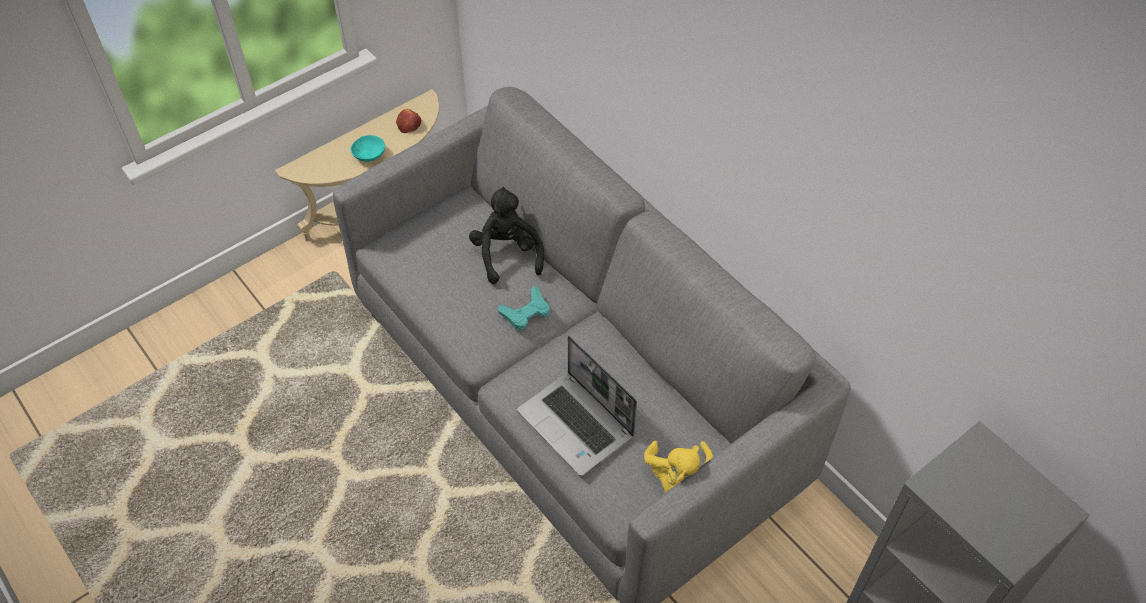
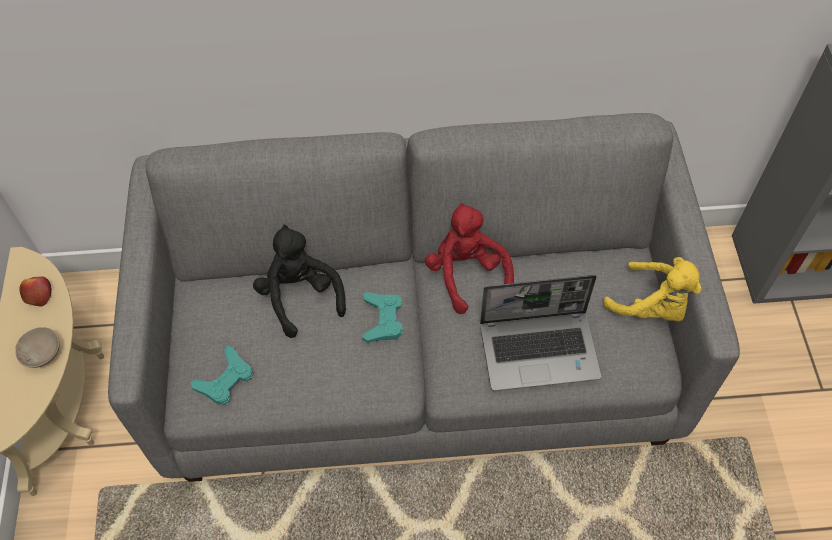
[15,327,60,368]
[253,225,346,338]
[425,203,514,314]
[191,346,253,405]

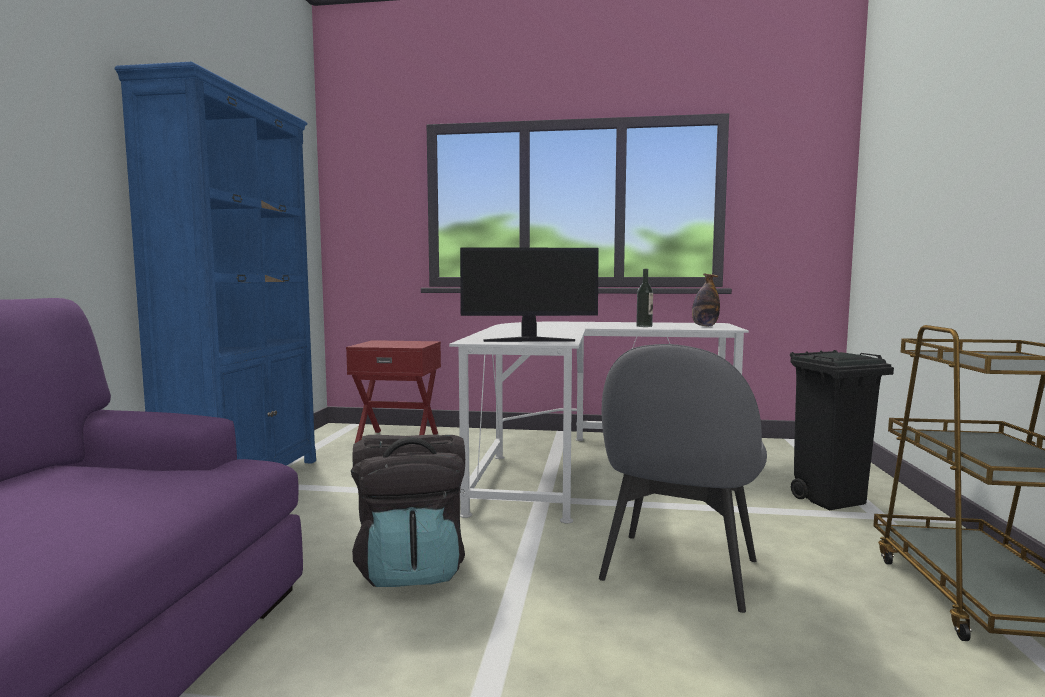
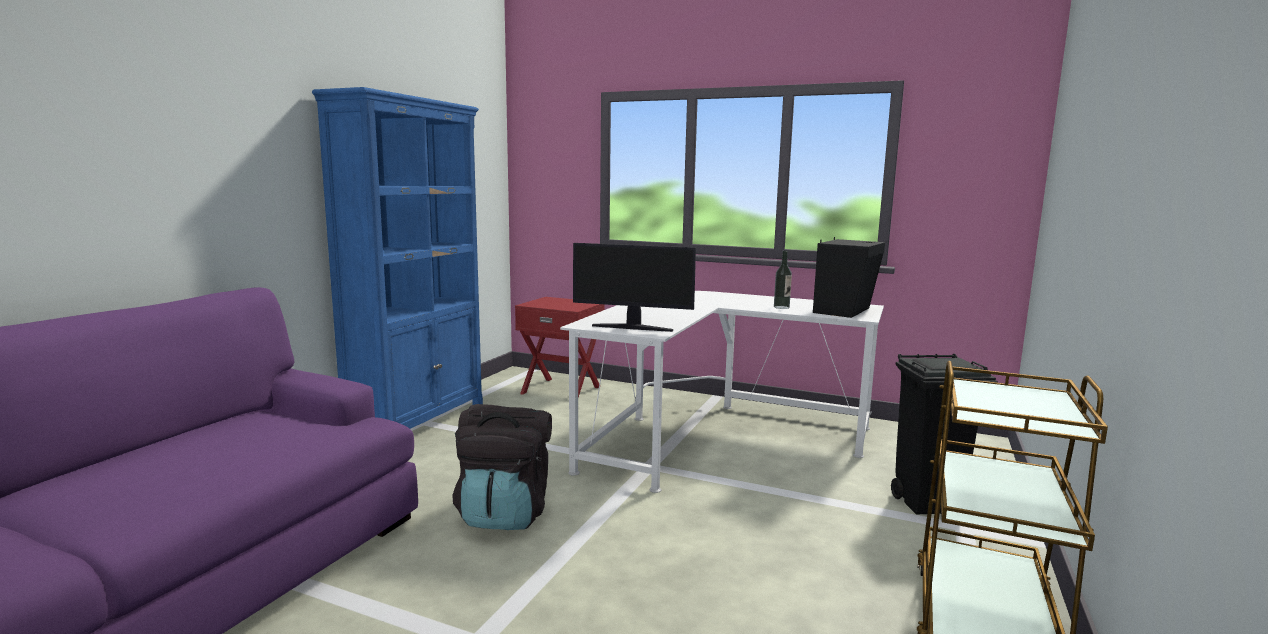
[813,237,885,318]
[599,344,767,613] (first image)

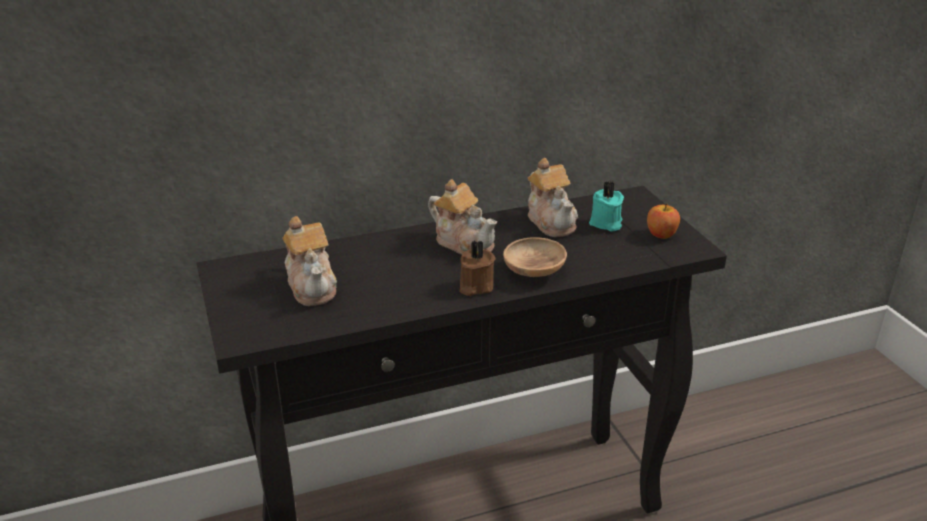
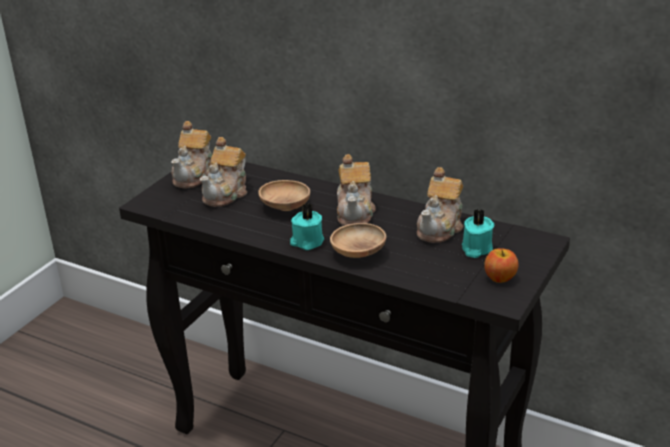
[290,204,324,250]
[171,121,212,189]
[258,180,310,211]

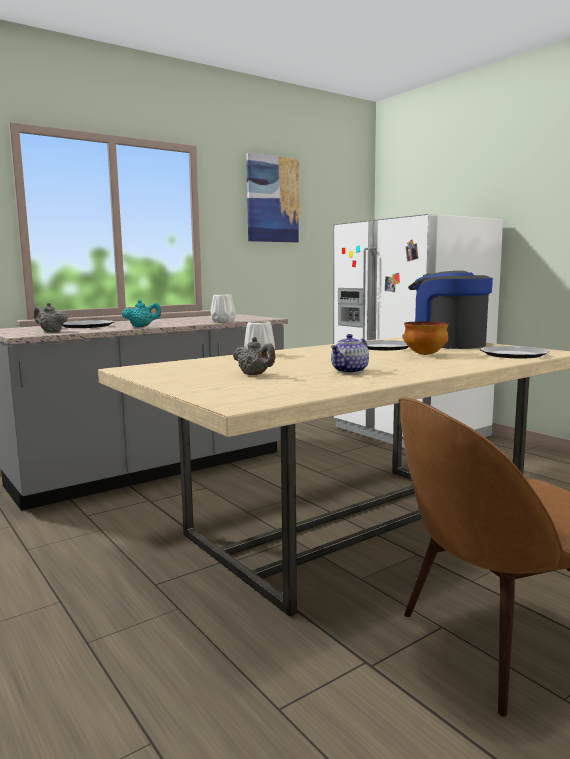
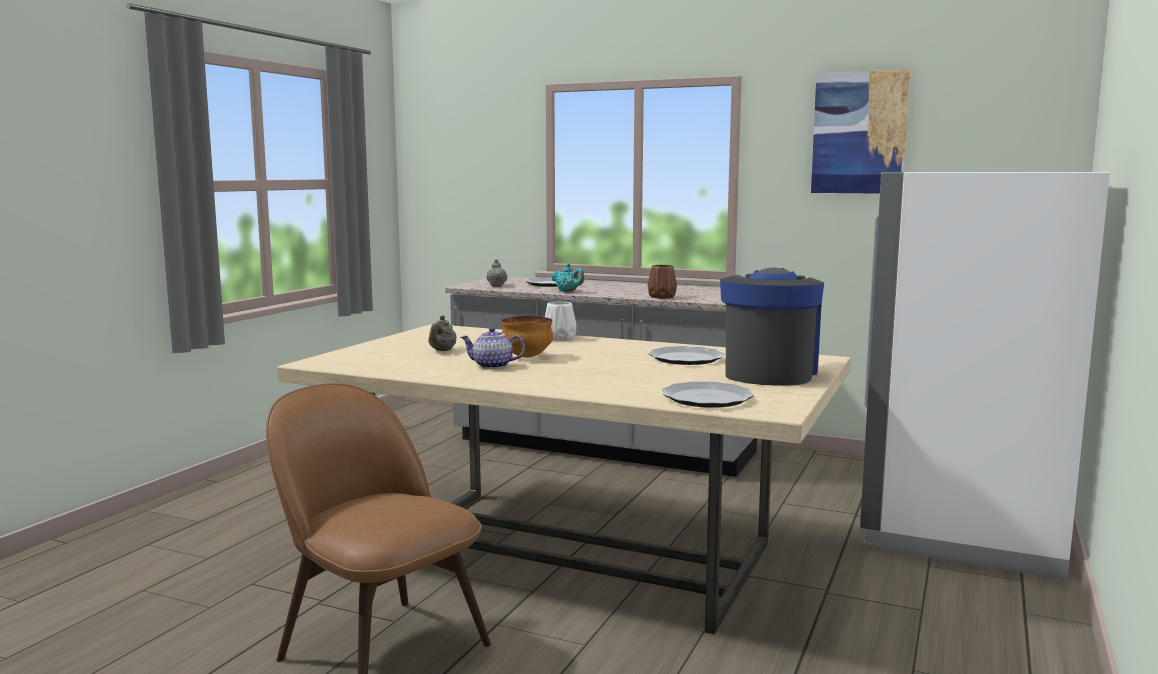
[648,265,677,299]
[501,316,553,357]

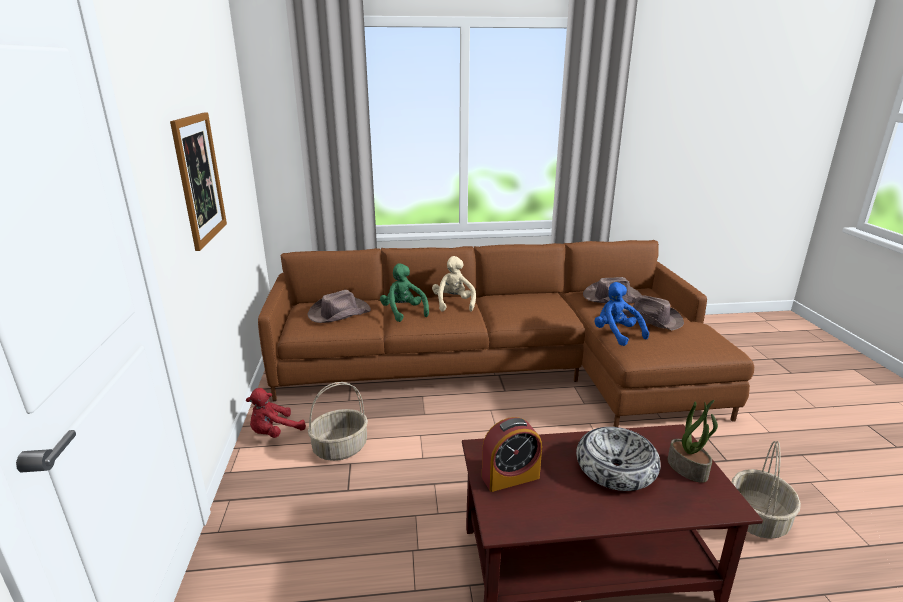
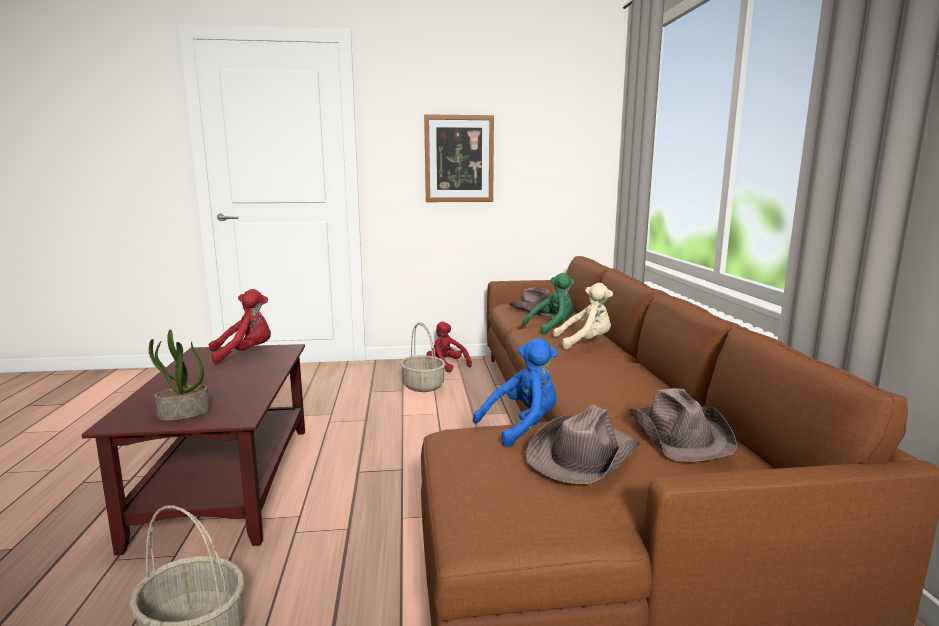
[209,289,271,364]
[576,427,661,491] (first image)

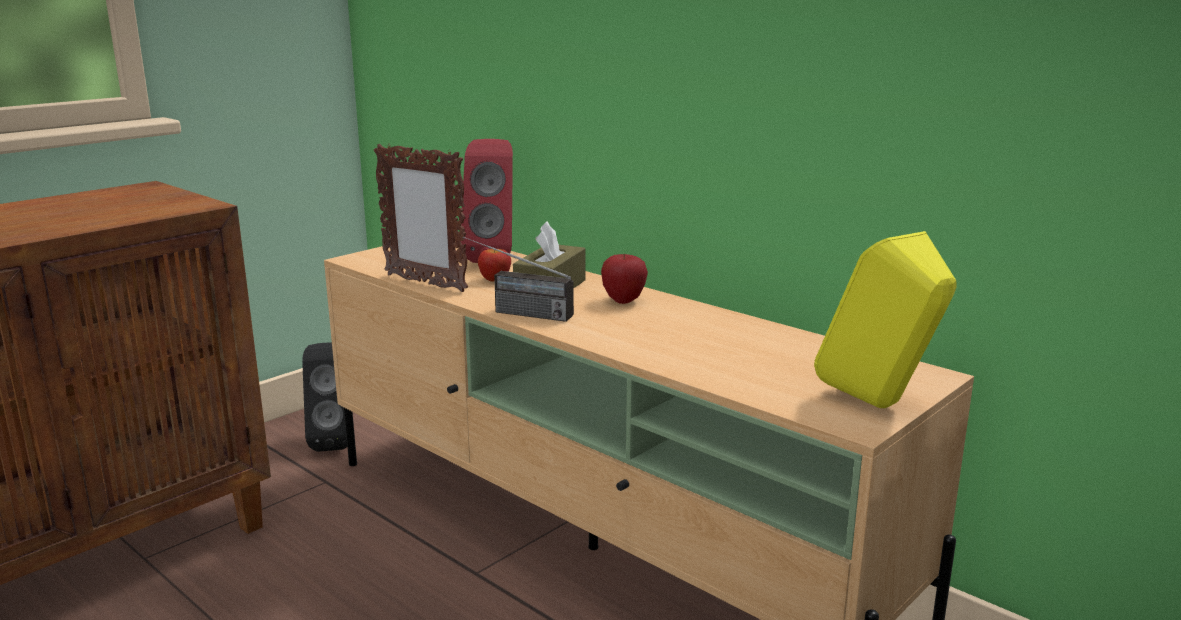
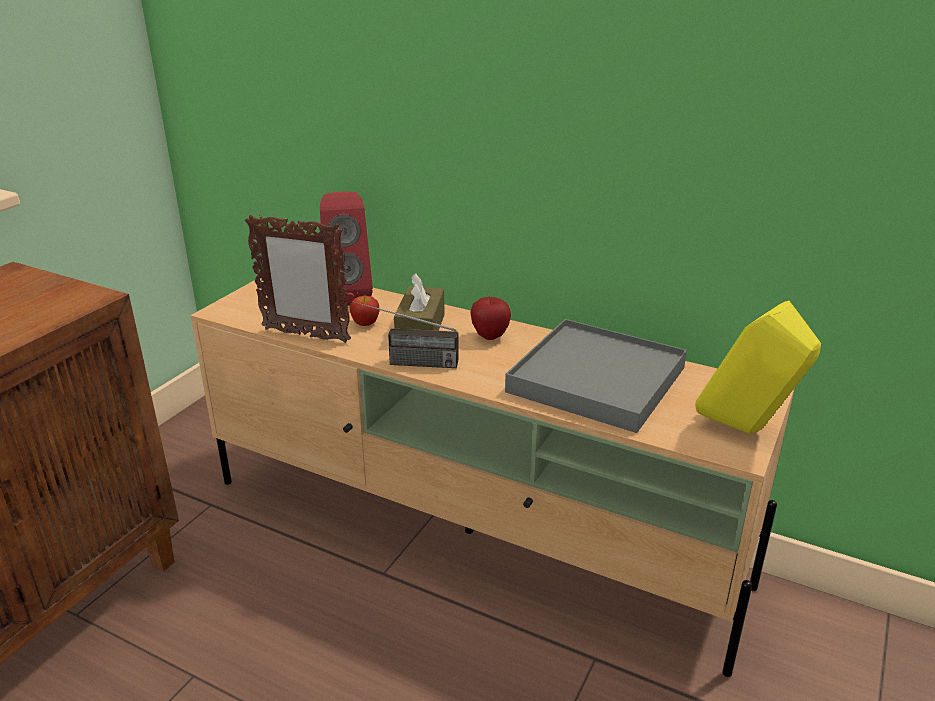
[302,343,347,452] (first image)
[505,319,687,433]

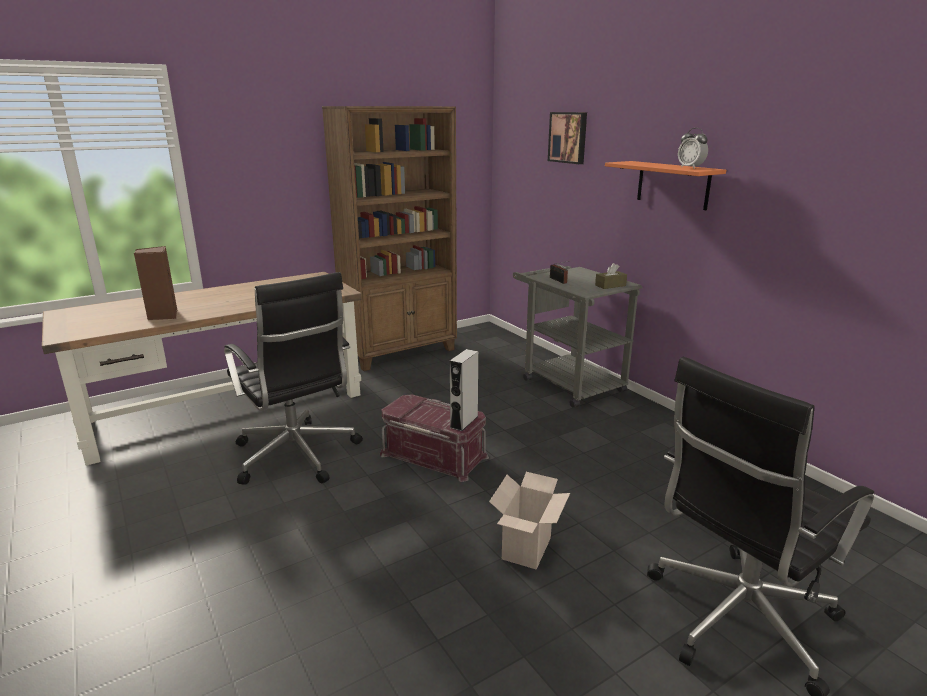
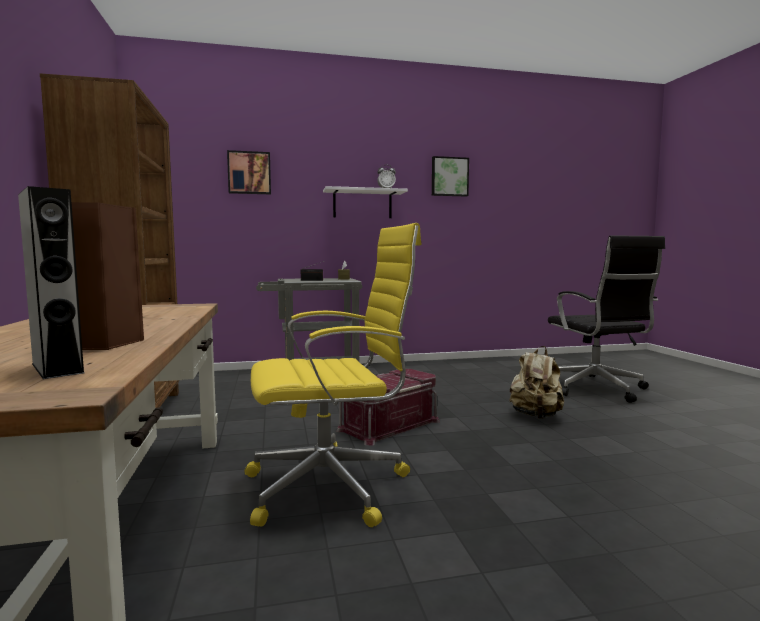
[323,186,408,218]
[244,223,422,527]
[18,186,85,379]
[509,346,564,419]
[432,156,469,197]

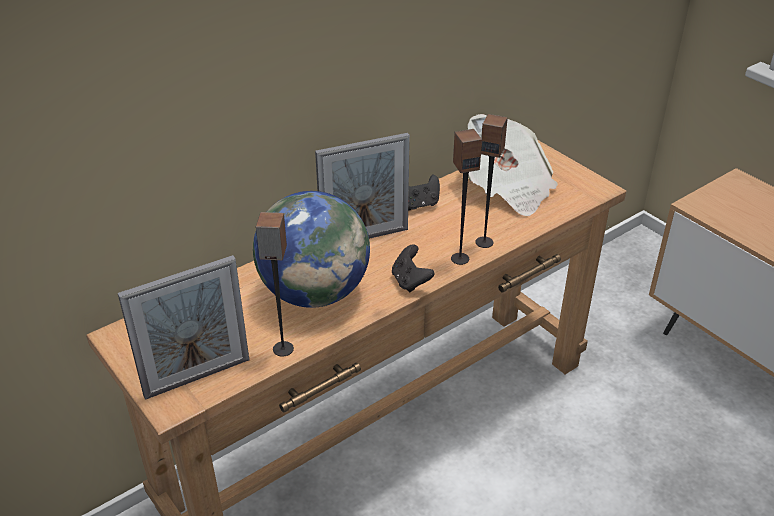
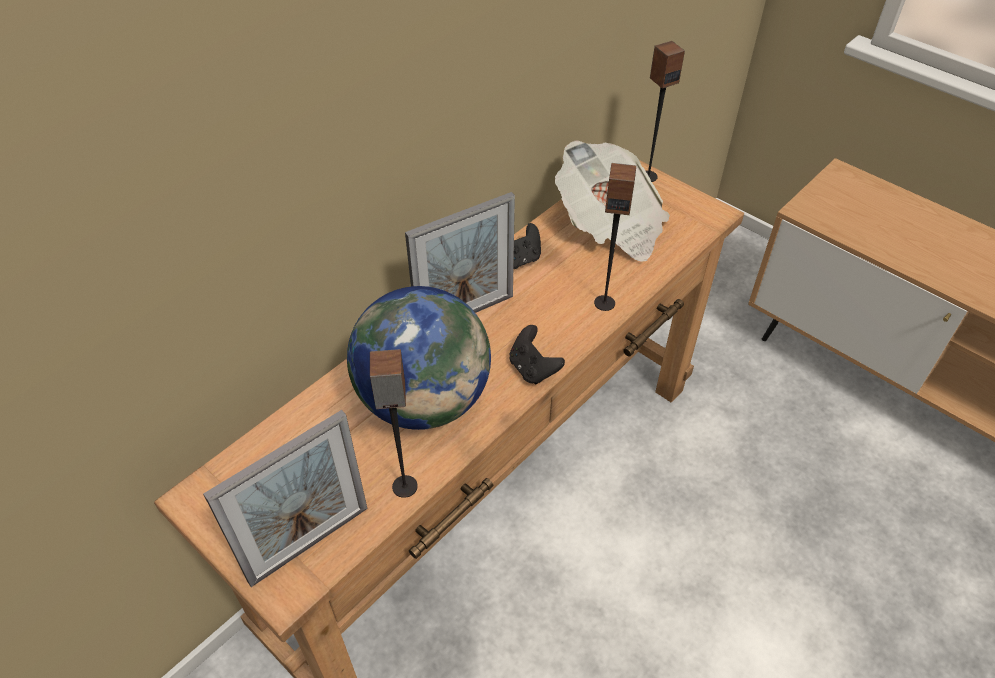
[646,41,685,182]

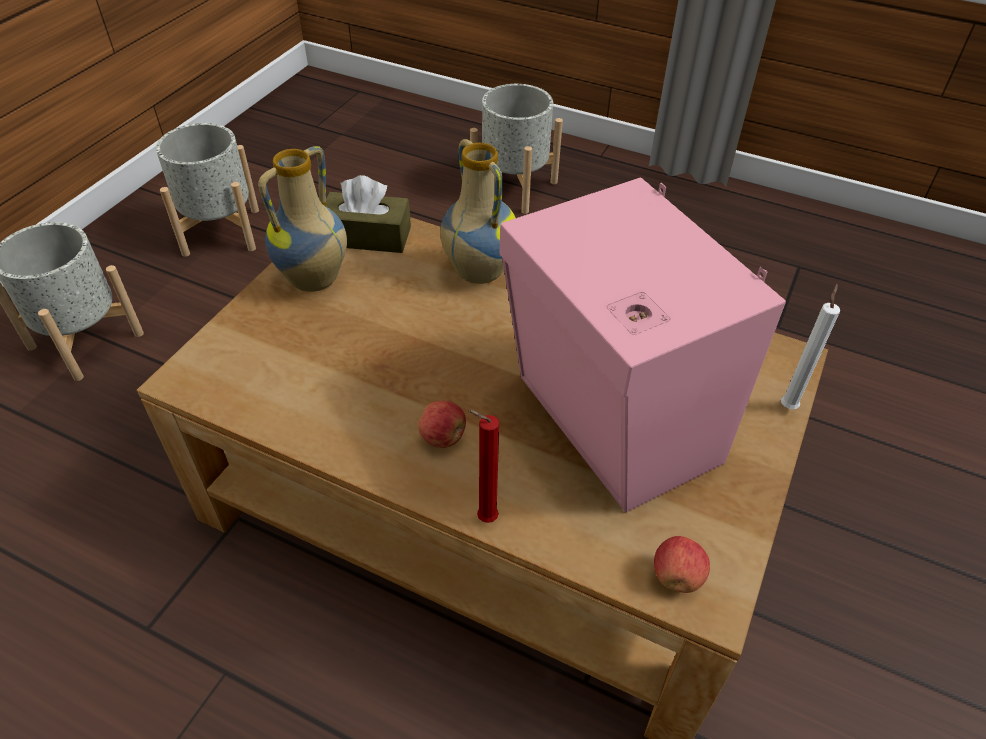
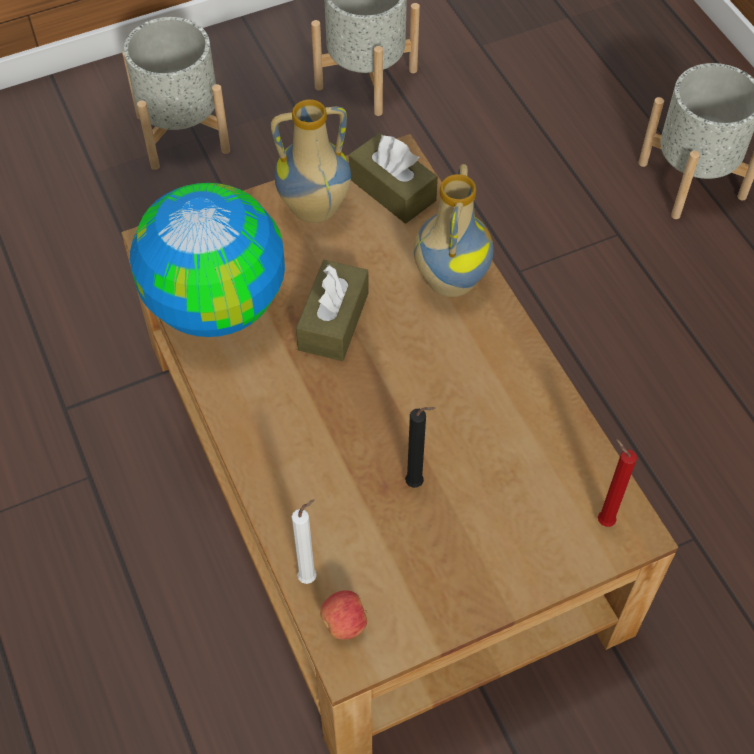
[405,407,436,488]
[292,499,317,584]
[418,401,466,448] (first image)
[598,439,637,527]
[130,183,285,337]
[296,260,369,361]

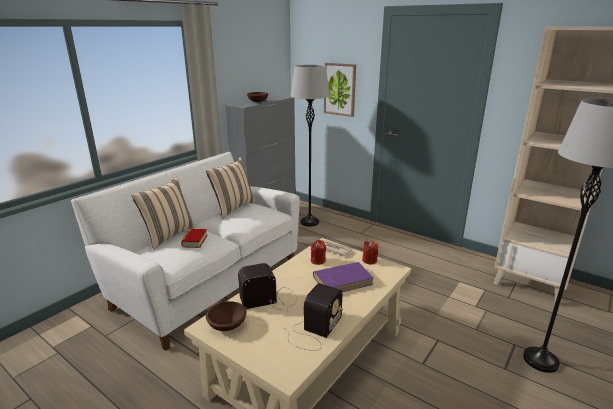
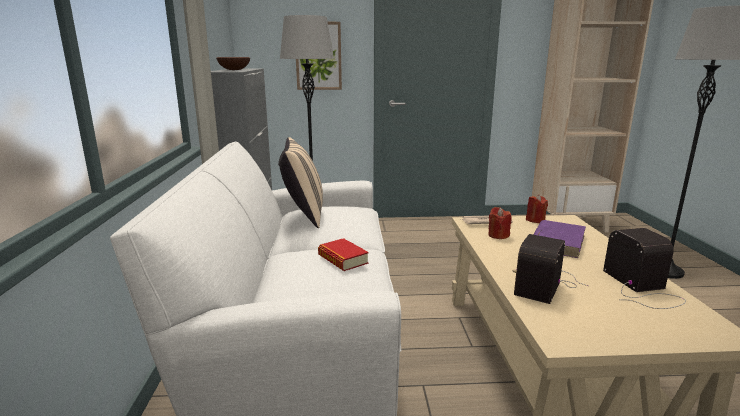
[131,177,196,250] (first image)
[206,301,247,331] (first image)

